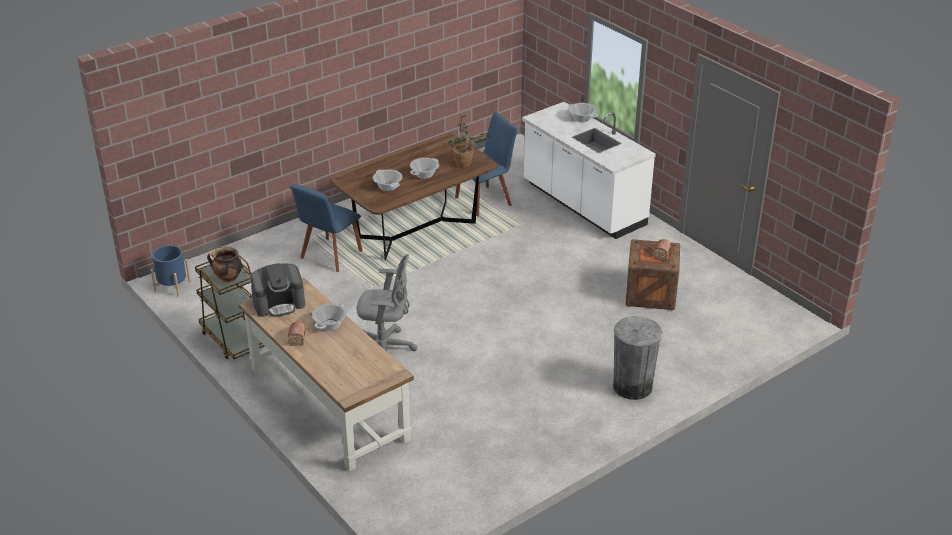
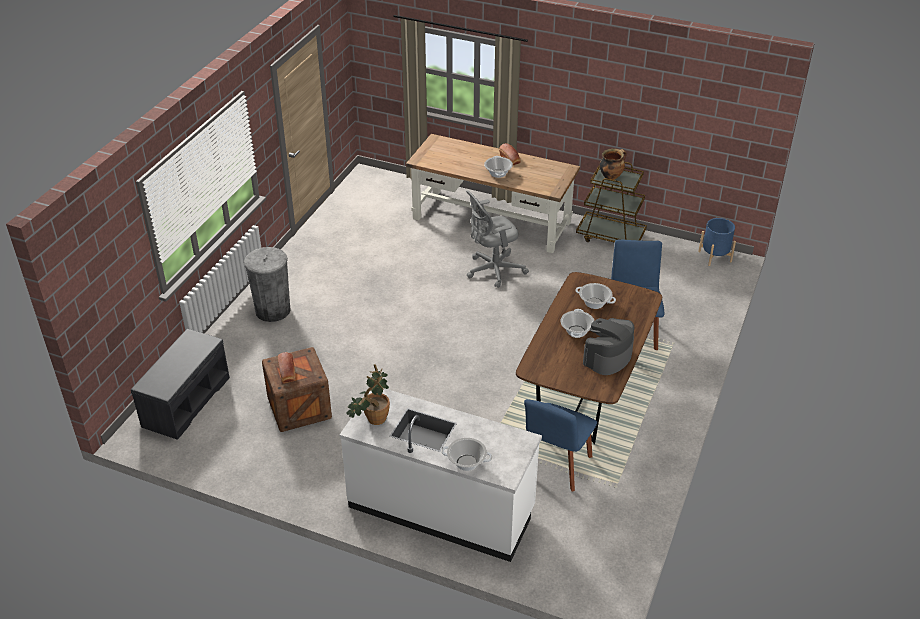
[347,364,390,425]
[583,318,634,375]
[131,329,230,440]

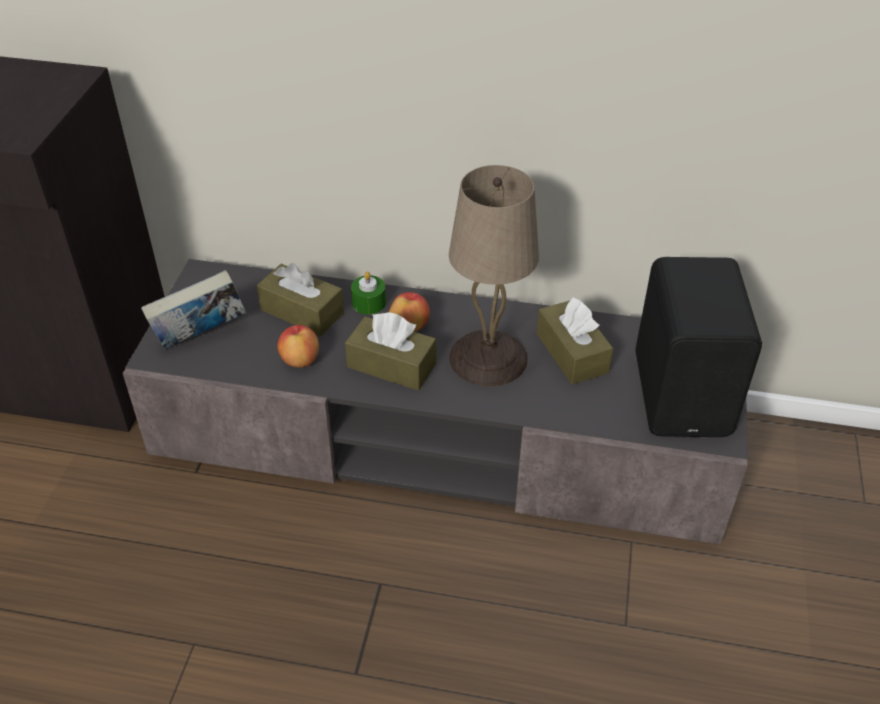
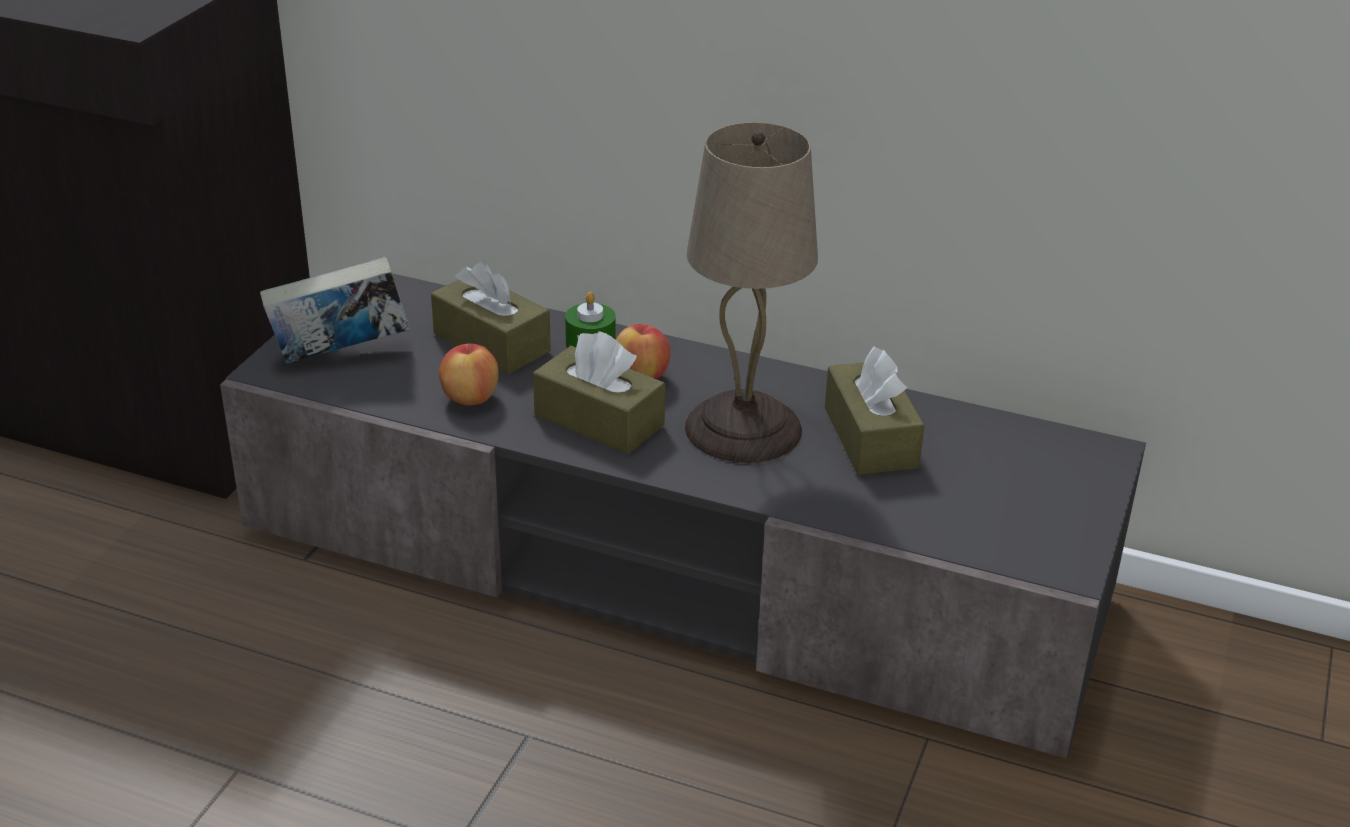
[635,257,762,437] (first image)

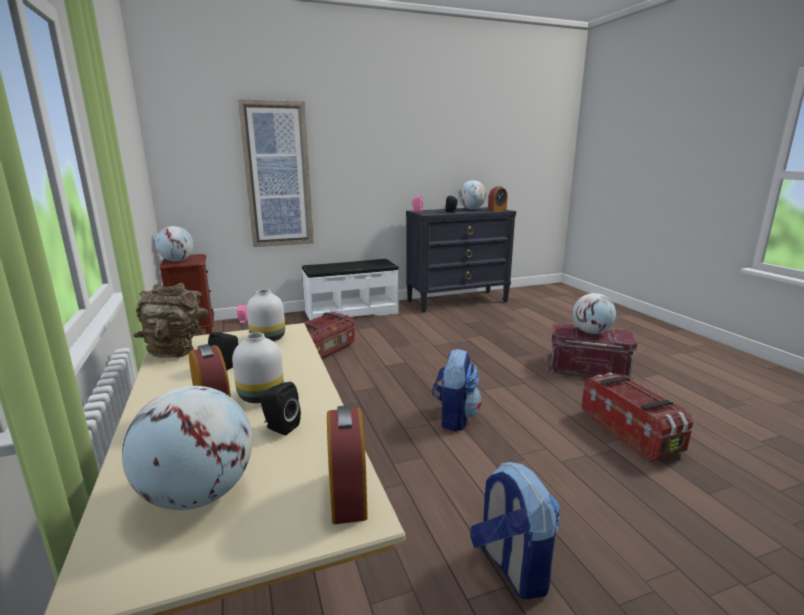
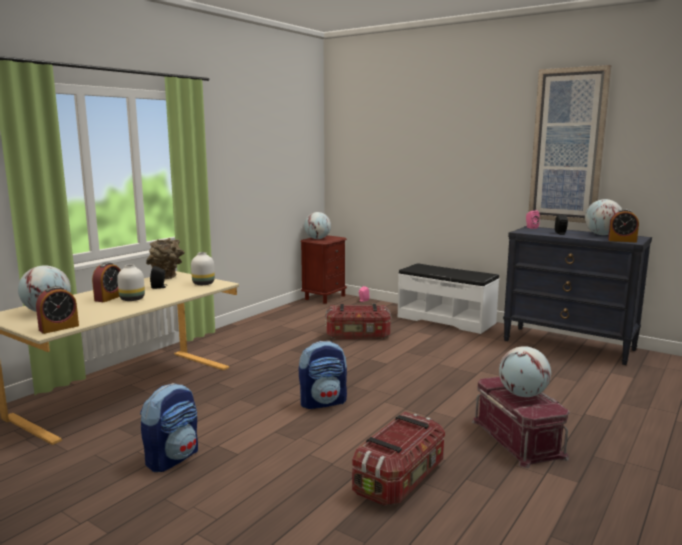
[529,65,611,223]
[260,382,301,435] (first image)

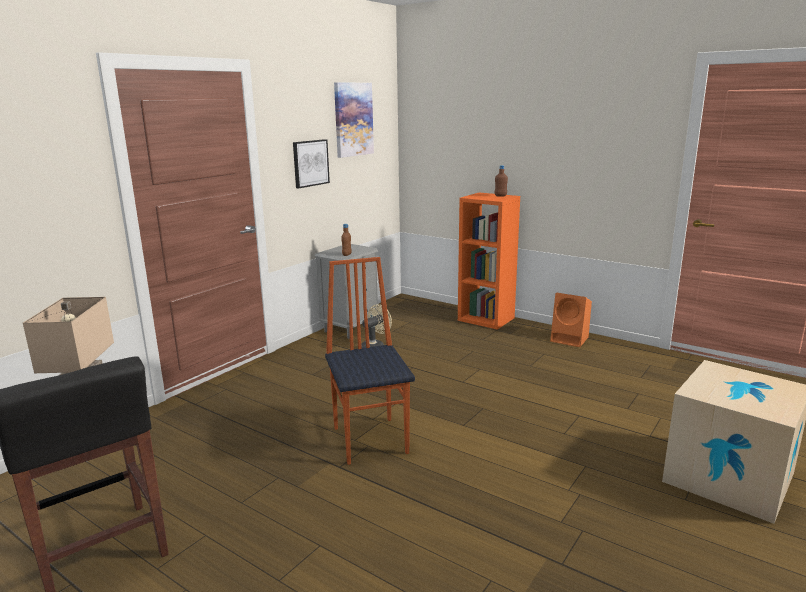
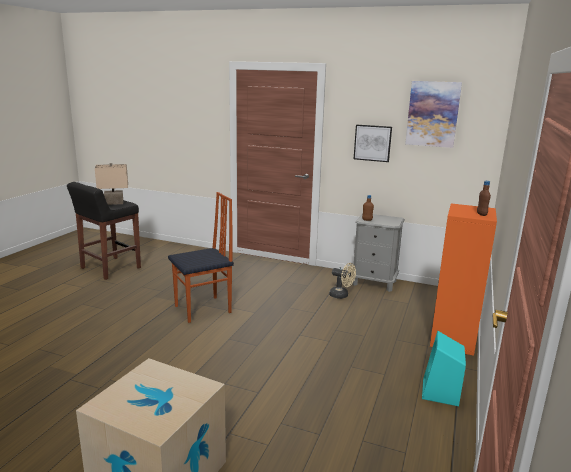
[422,331,466,406]

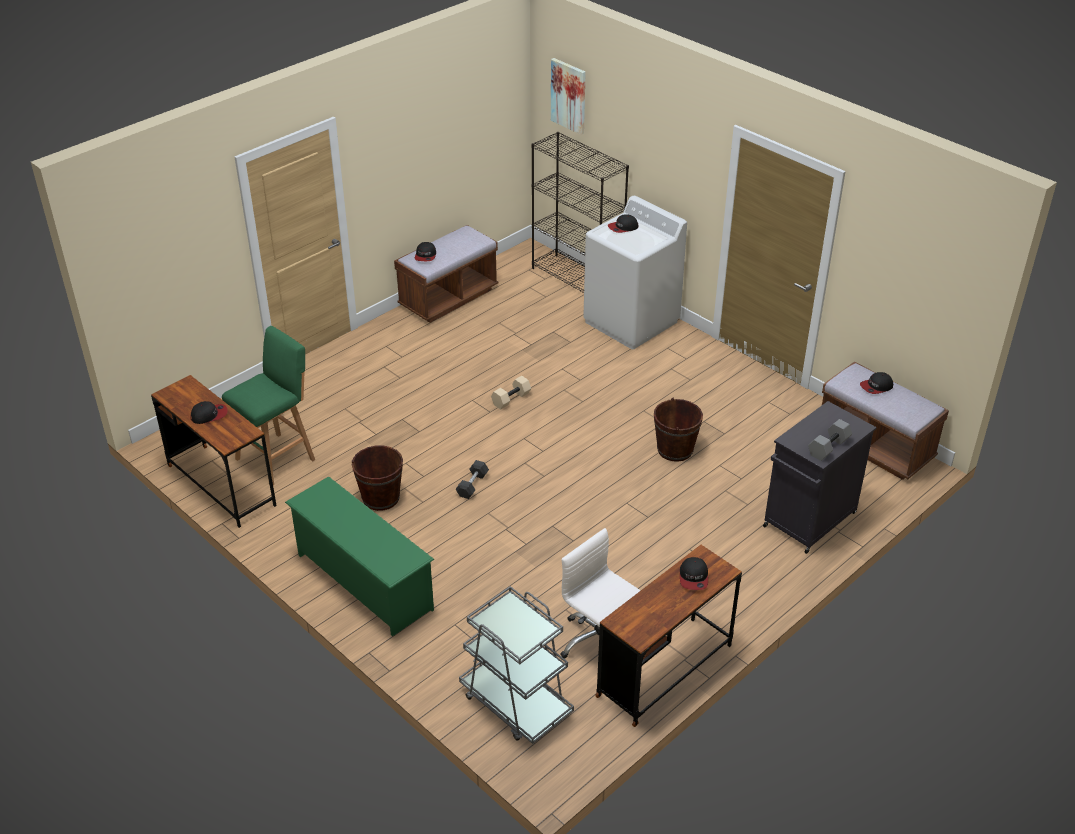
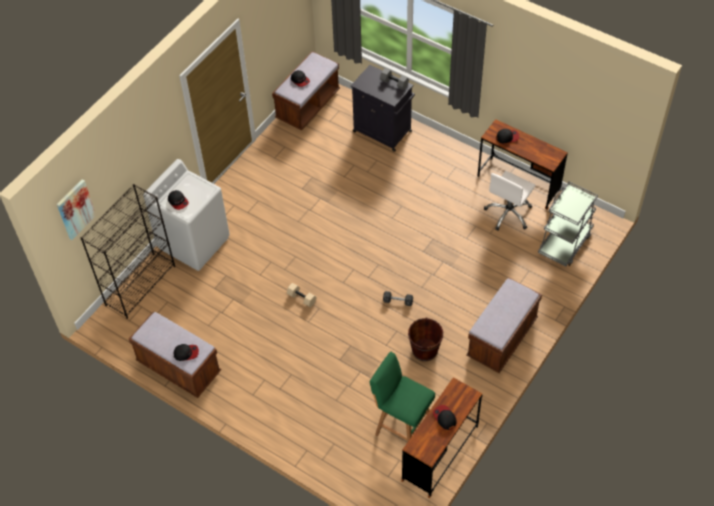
[654,398,703,462] (first image)
[466,278,542,373]

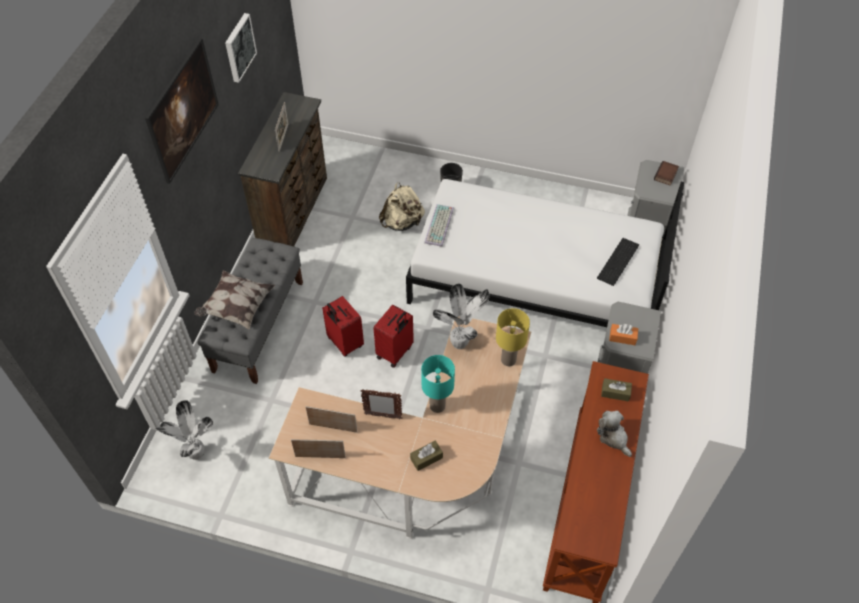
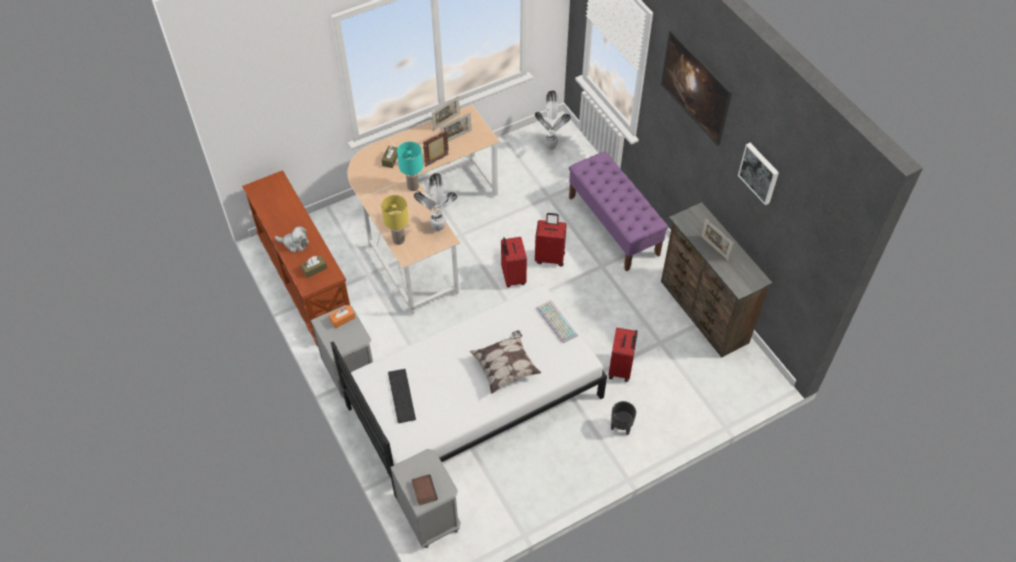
[609,327,638,382]
[569,151,668,271]
[469,330,541,394]

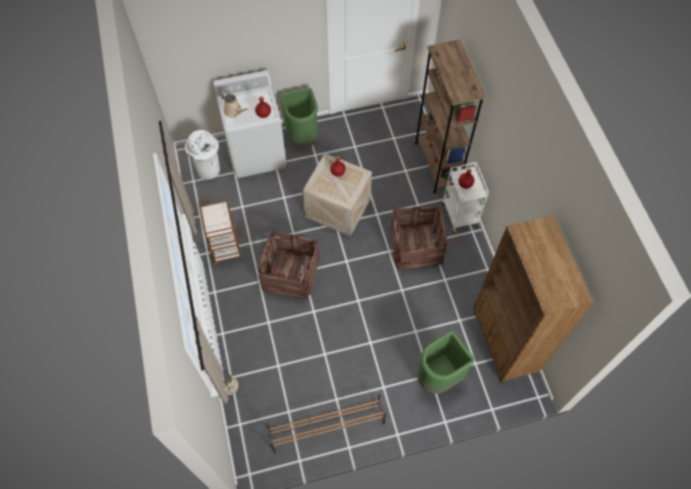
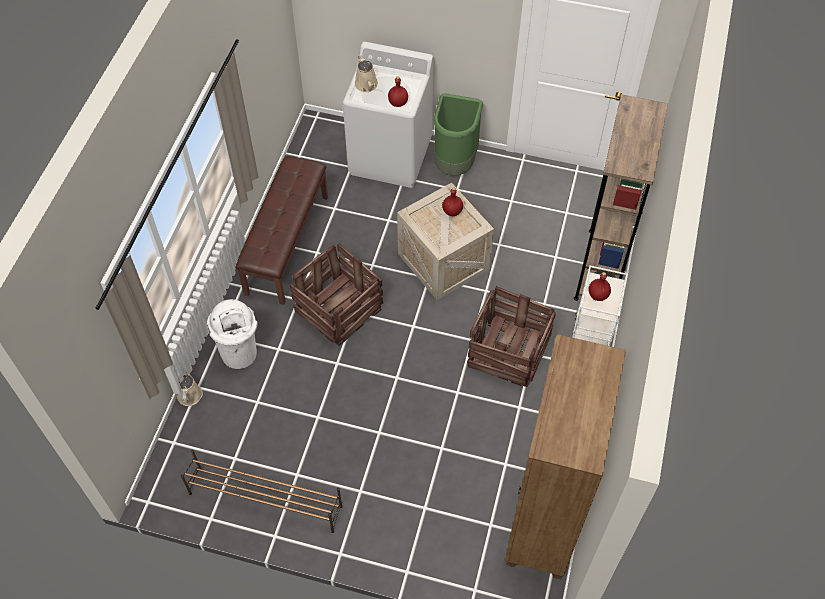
[207,299,258,369]
[236,156,328,305]
[418,331,475,394] (first image)

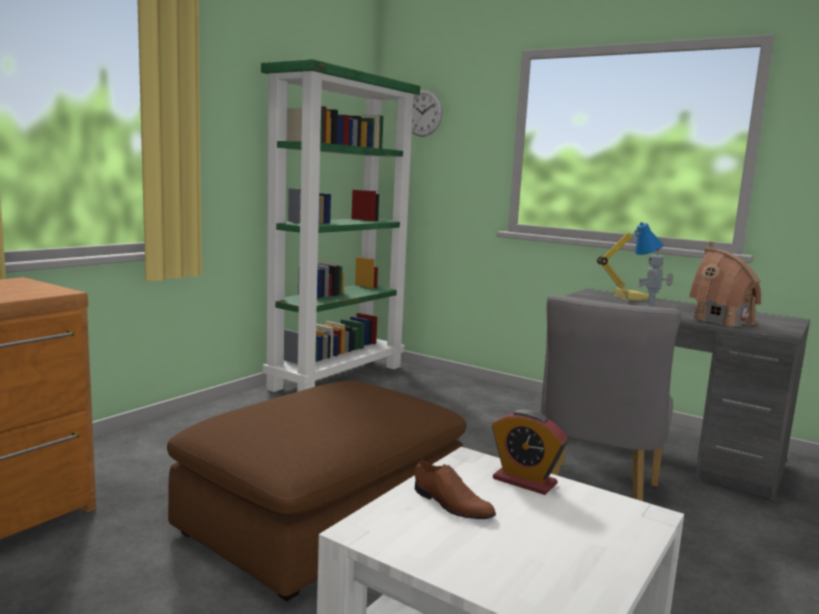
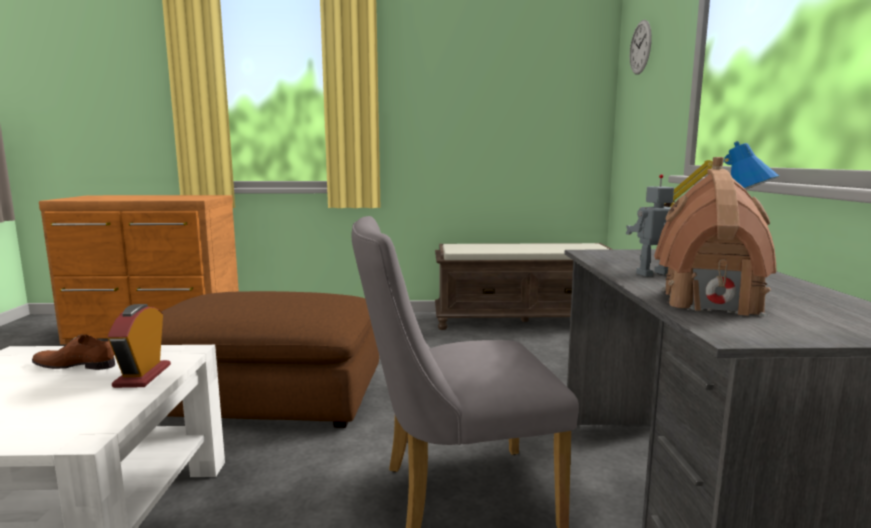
[435,243,614,330]
[32,335,115,370]

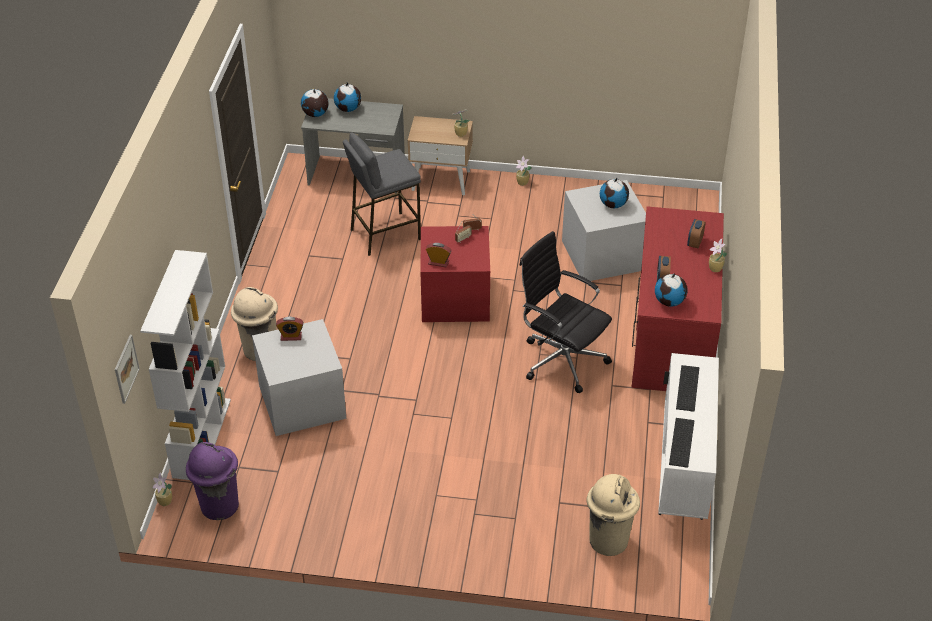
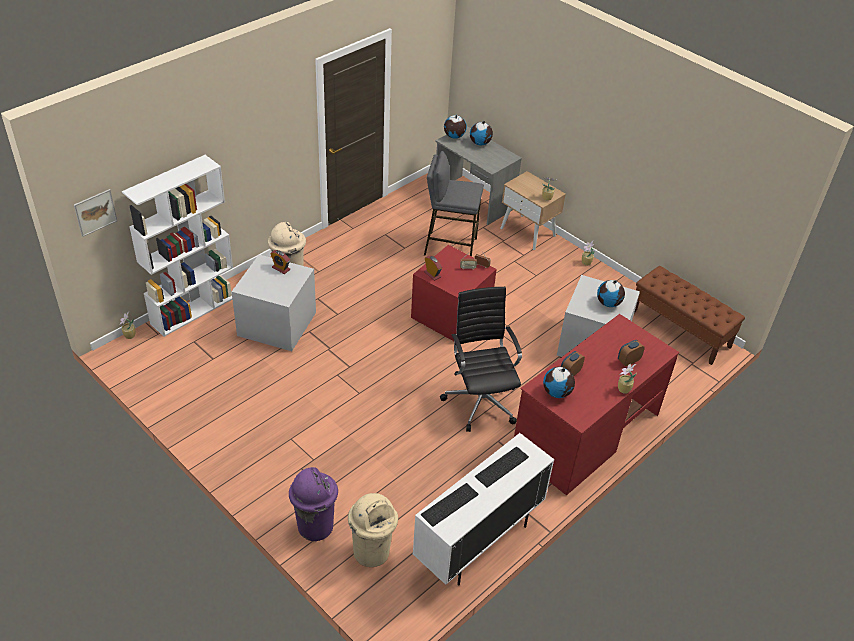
[289,467,338,541]
[634,266,745,365]

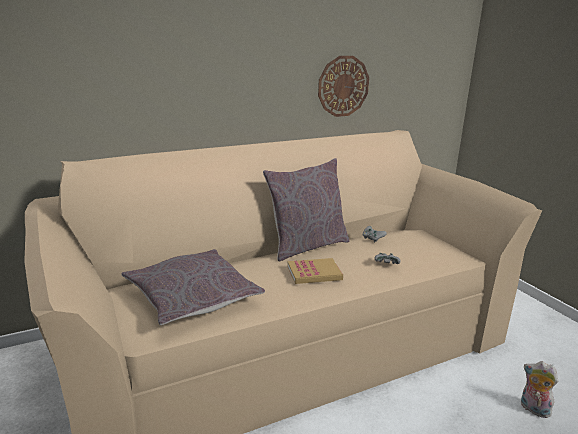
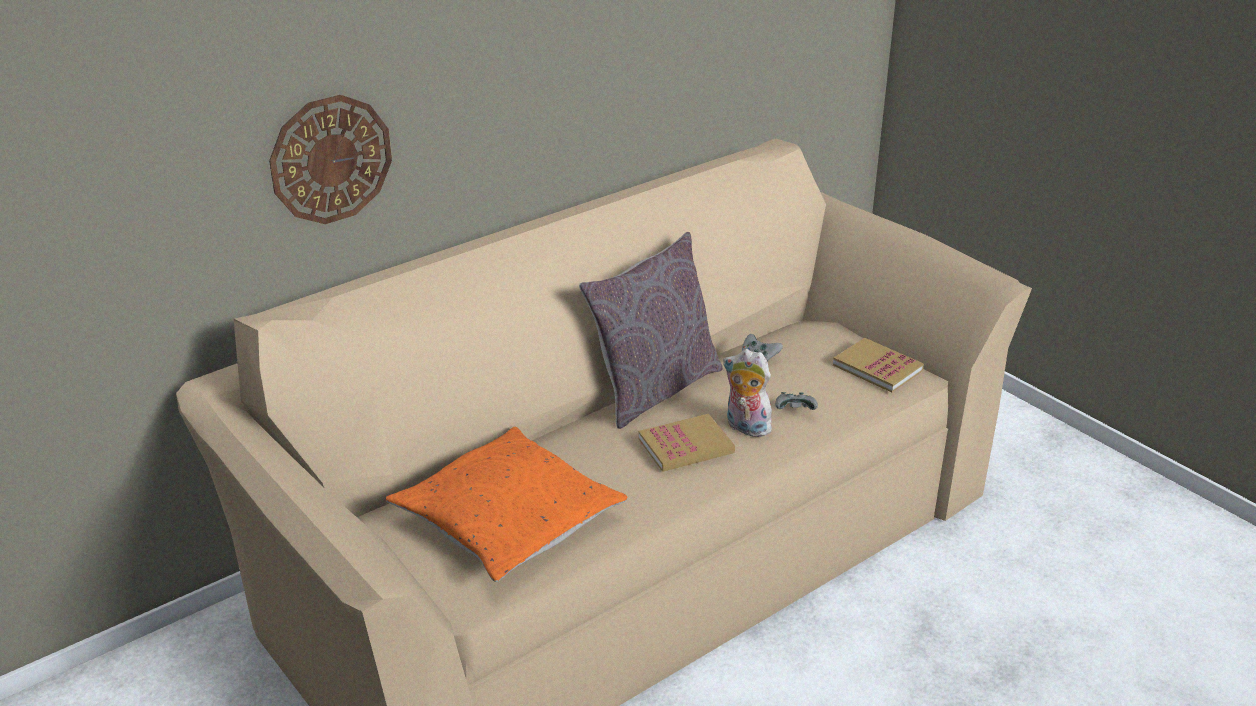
[269,95,392,224]
[386,427,628,582]
[723,349,774,437]
[833,338,924,393]

